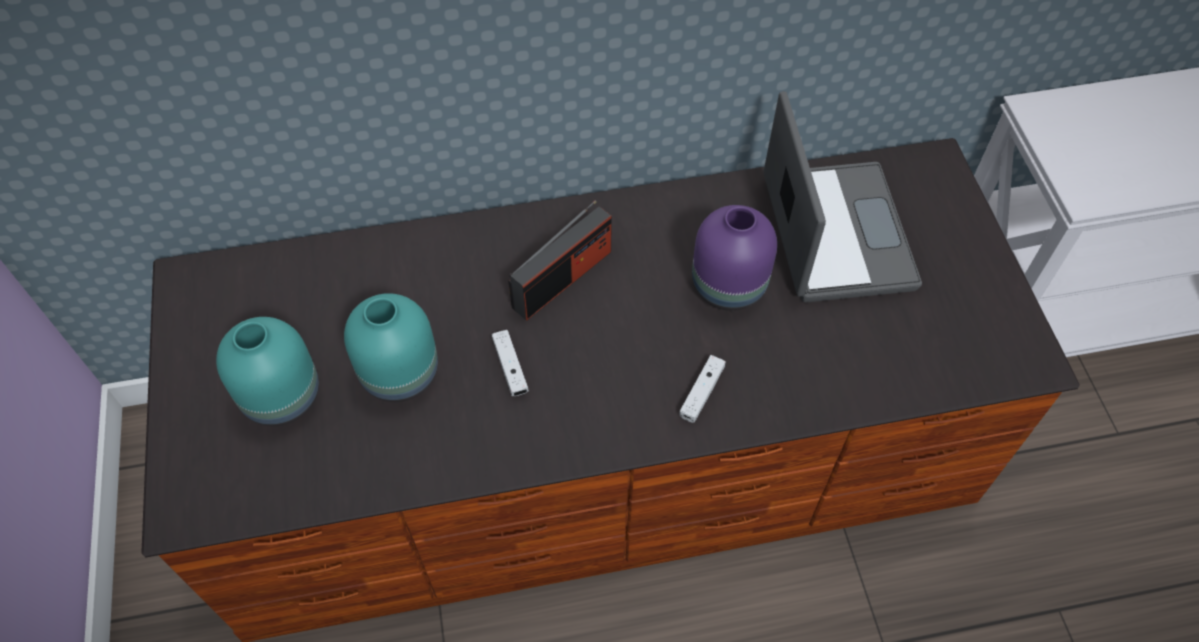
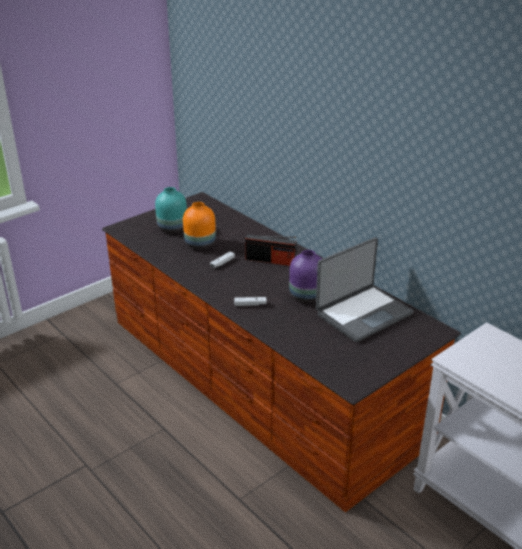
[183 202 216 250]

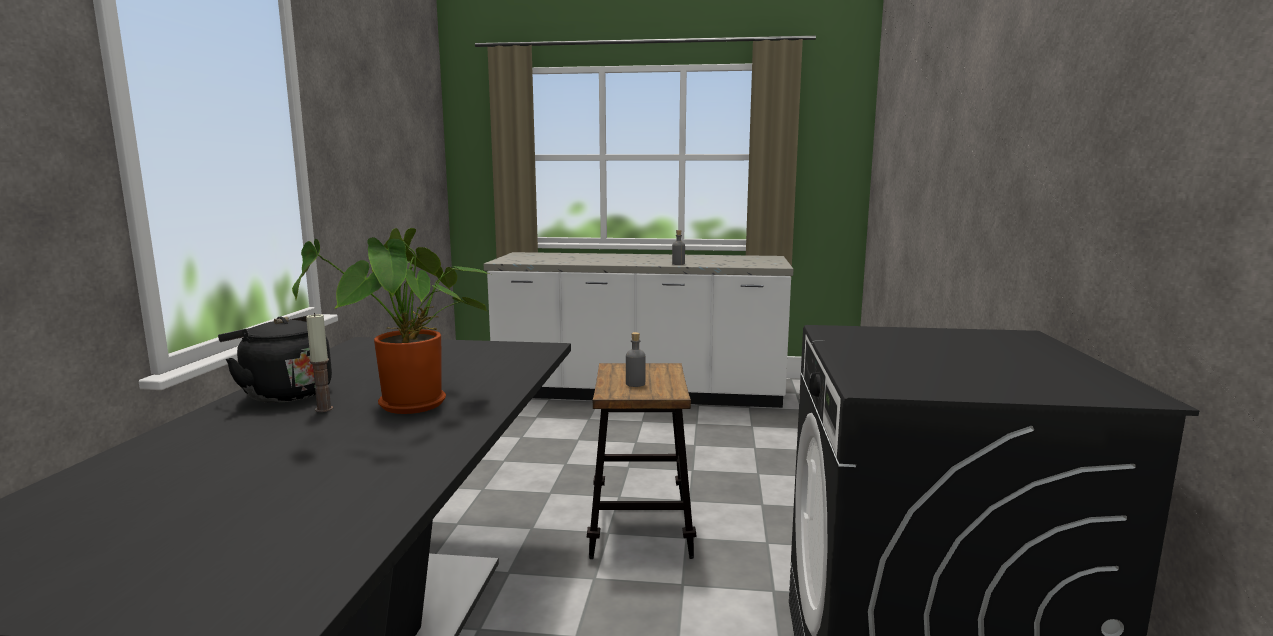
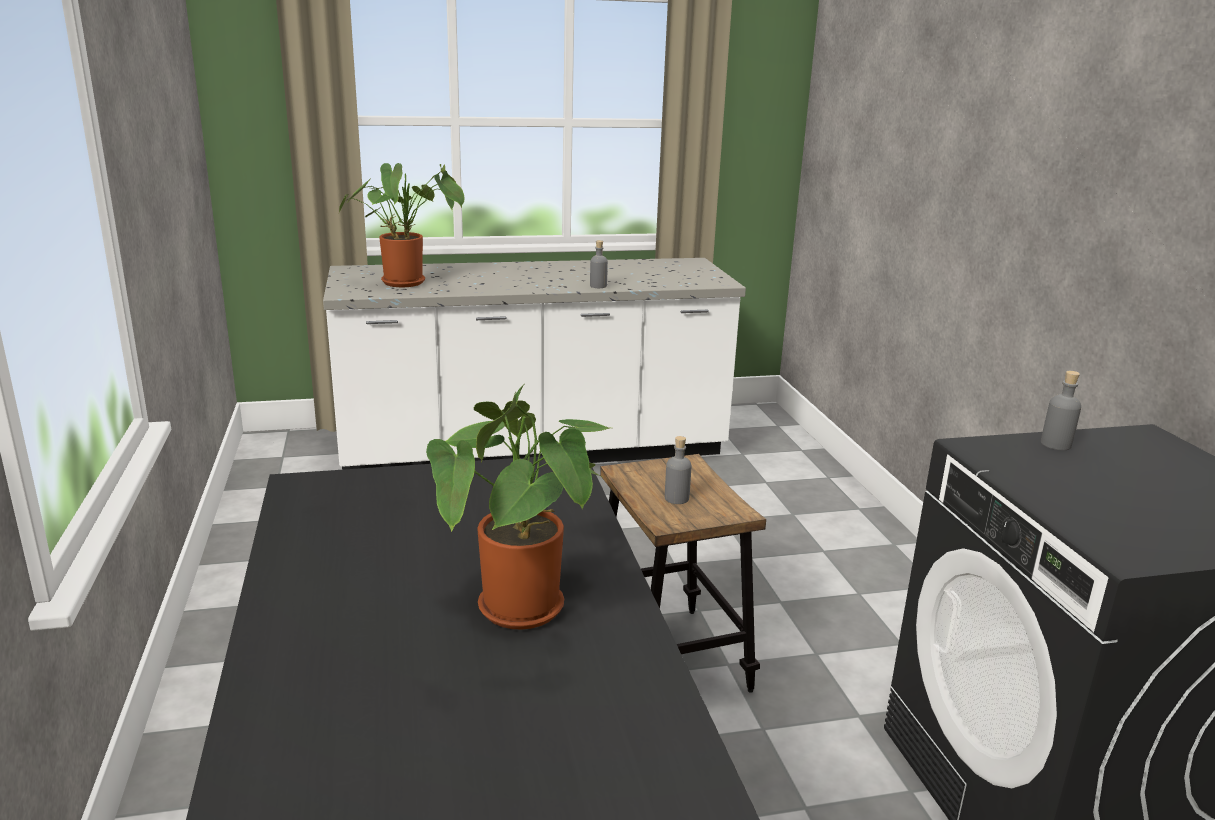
[218 316 332 403] (first image)
[306 313 333 412] (first image)
[339 163 465 287]
[1041 371 1081 450]

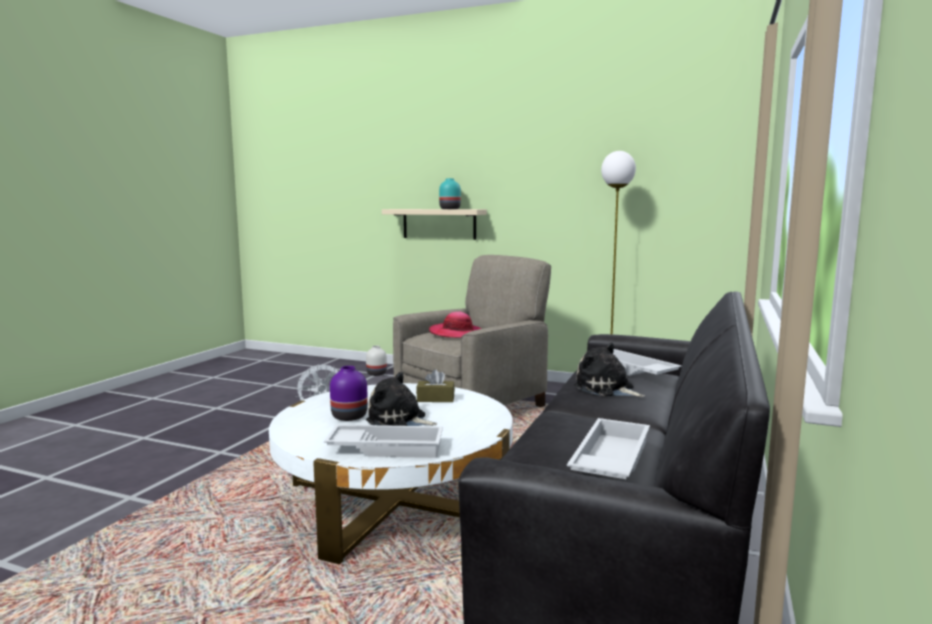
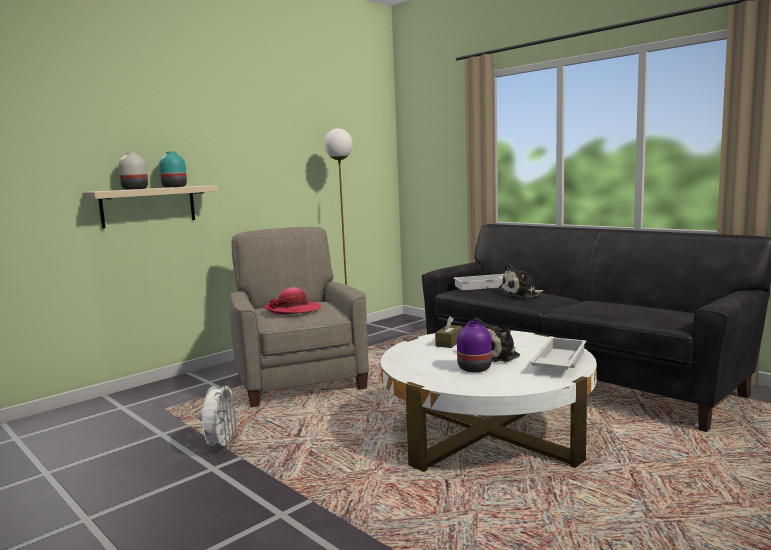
[567 418 650 479] (first image)
[118 152 148 190]

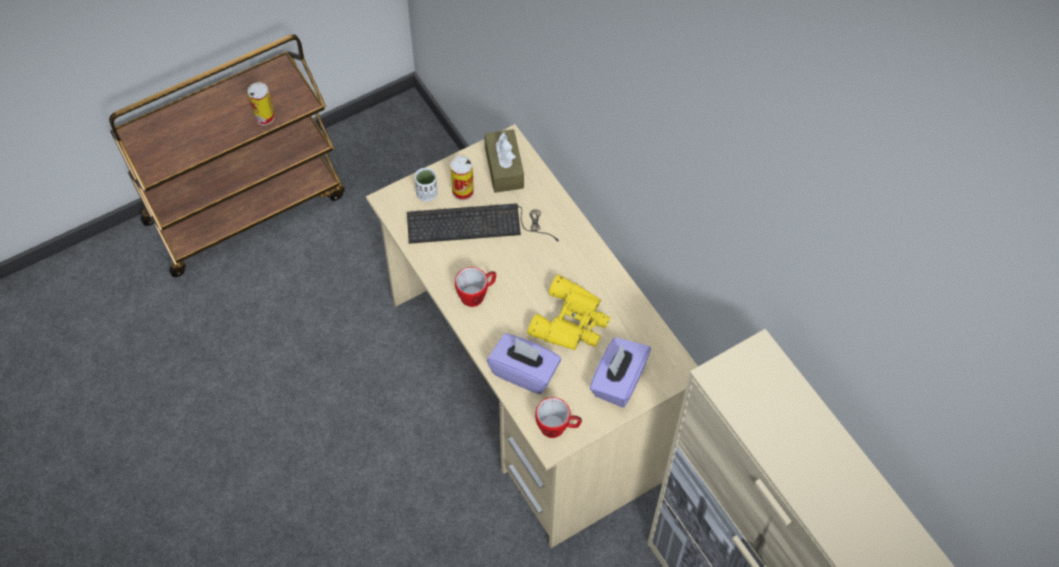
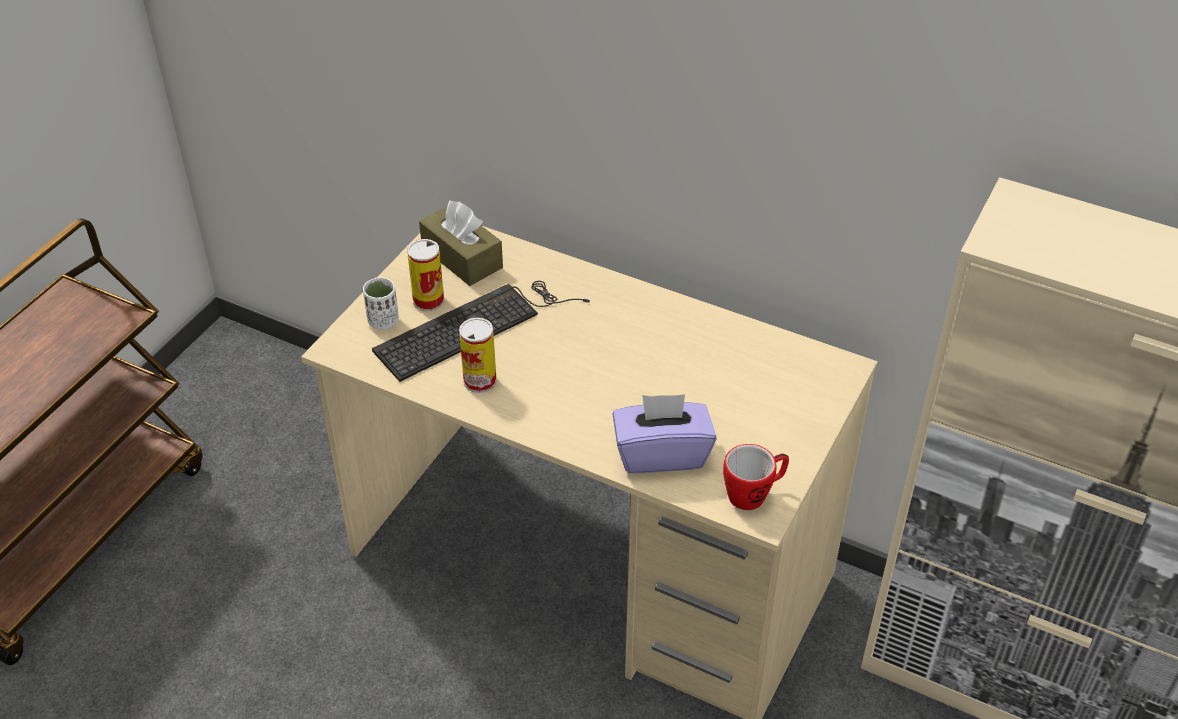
[455 267 496 307] (first image)
[527 274 610 350] (first image)
[589 337 651 408] (first image)
[459 318 497 393]

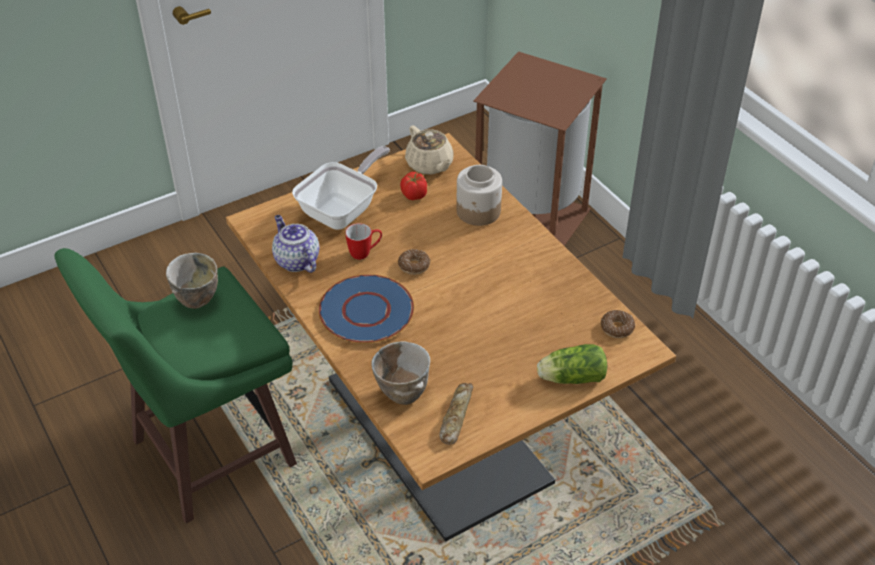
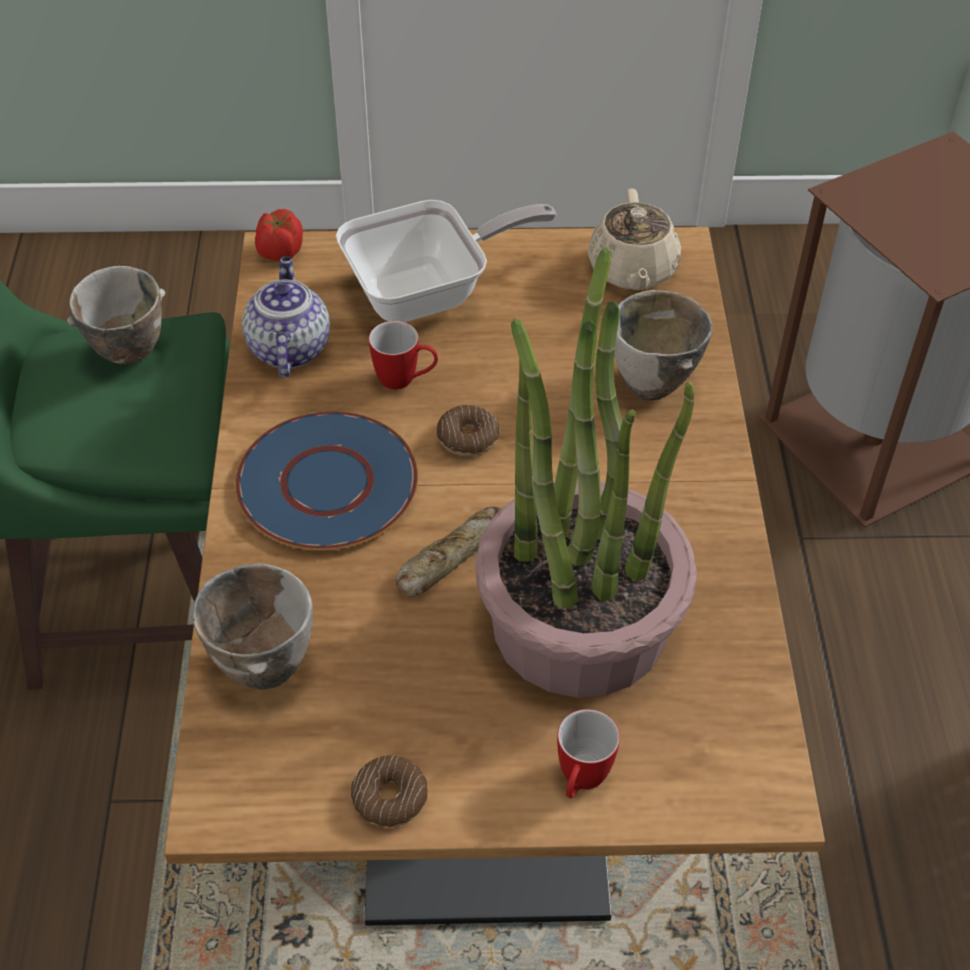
[475 247 697 698]
[255 209 303 262]
[396 507 501 597]
[351 755 428 827]
[614 290 713 401]
[557 709 620 798]

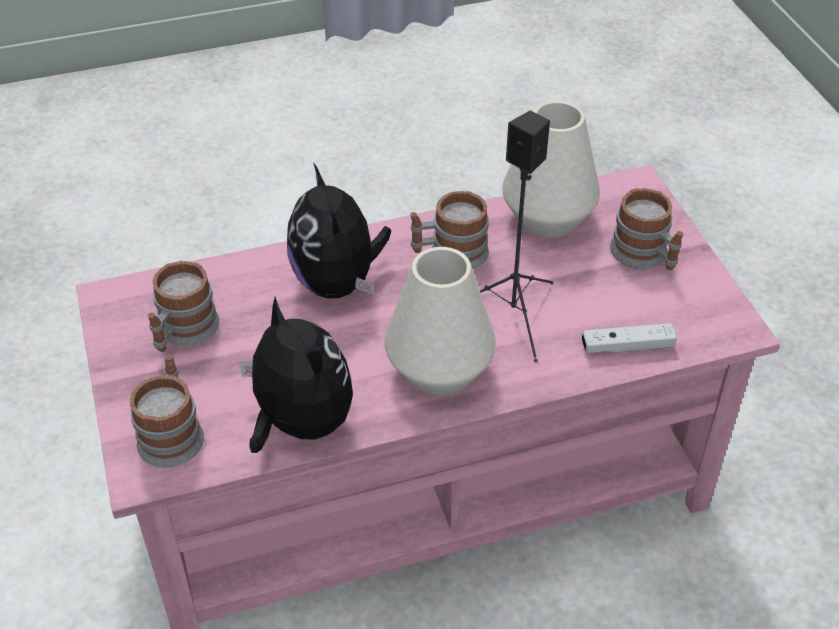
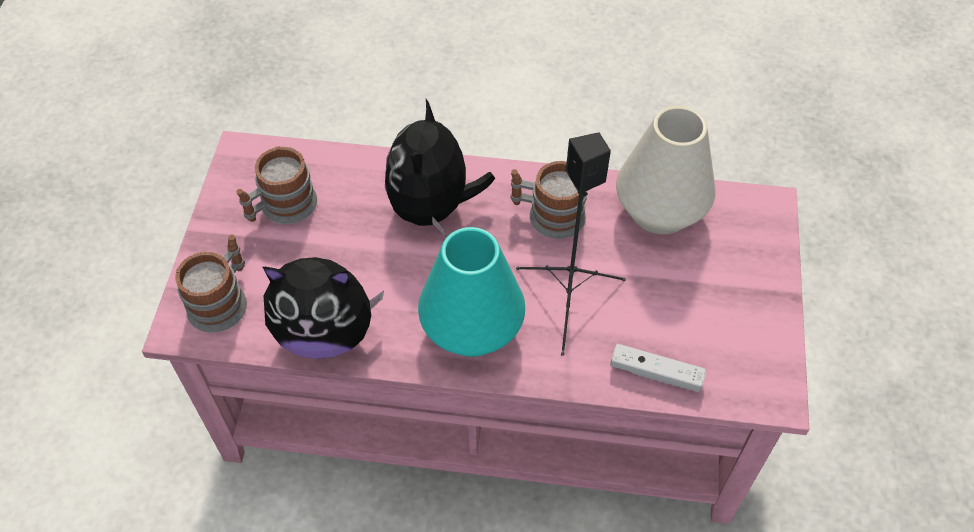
[610 188 683 270] (first image)
[418 227 525 357]
[263 257 384 359]

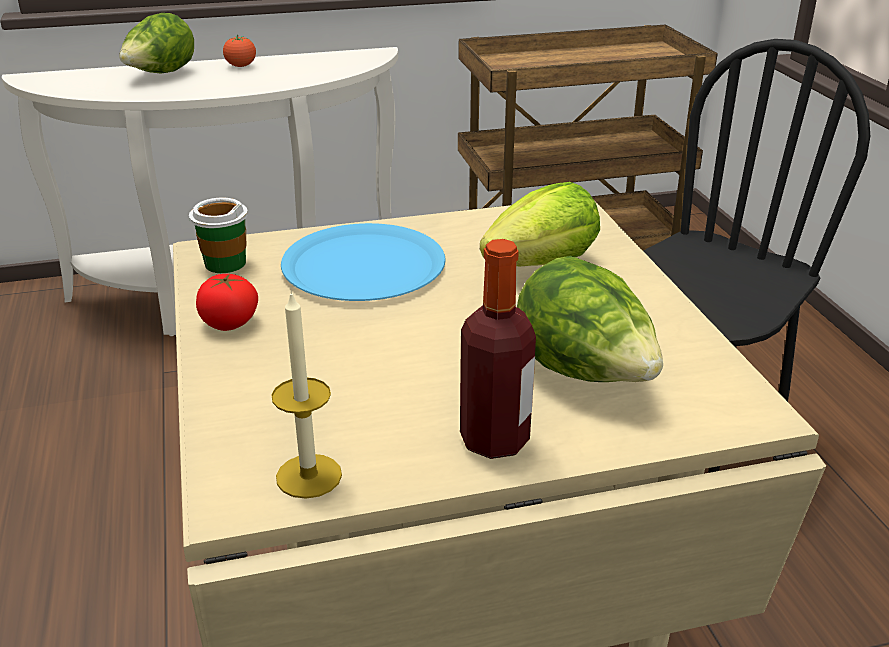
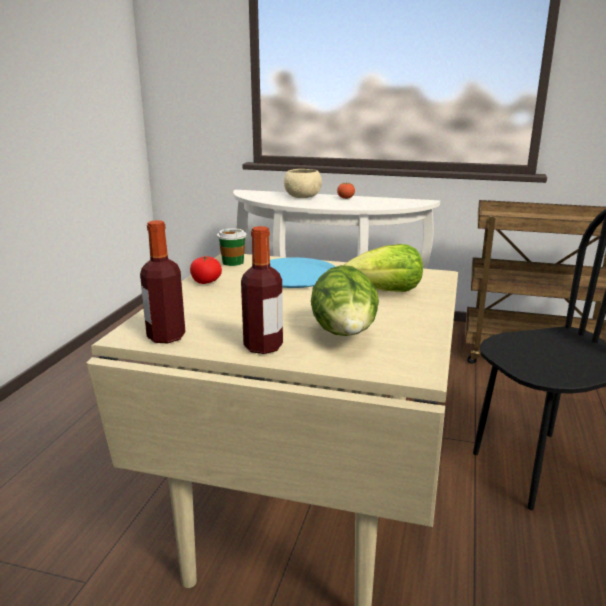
[284 169 322 198]
[140 220 185 343]

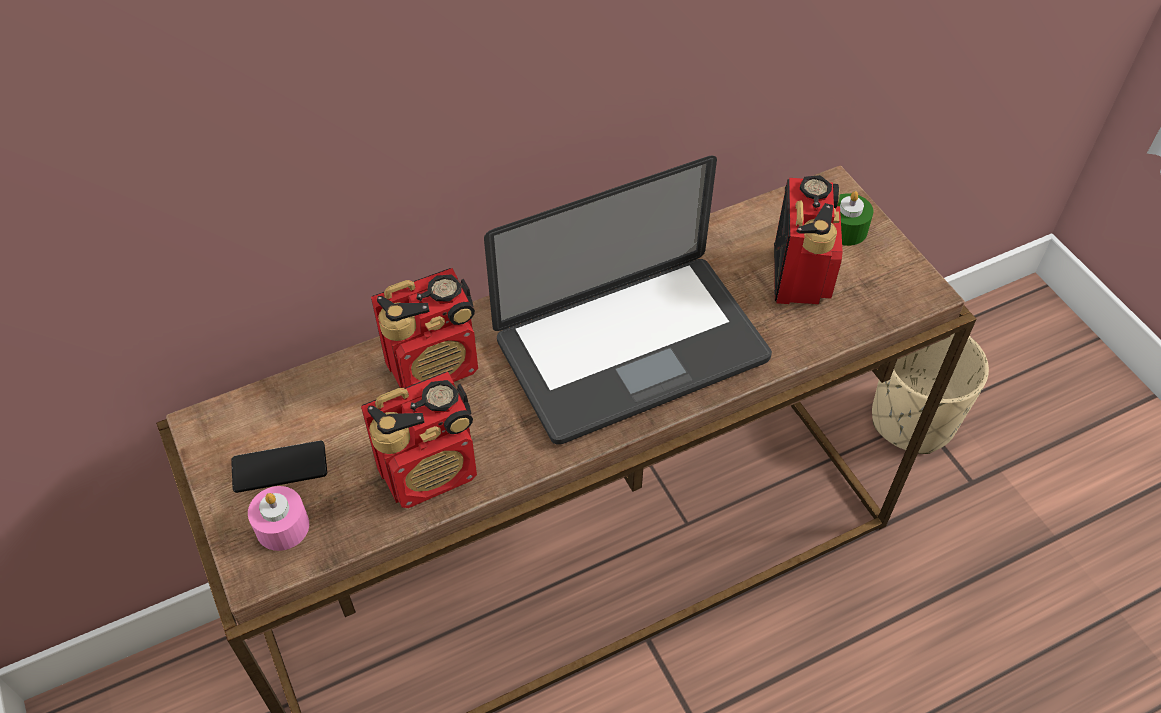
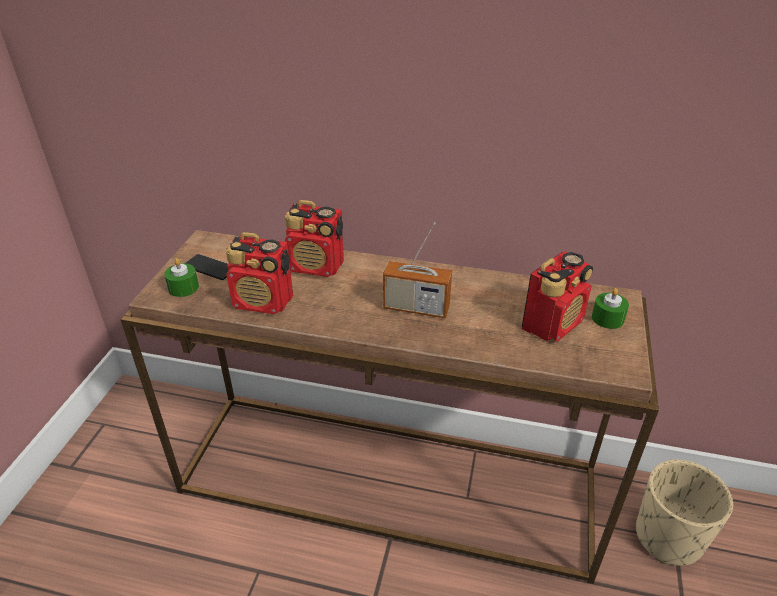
[383 222 452 318]
[164 258 199 297]

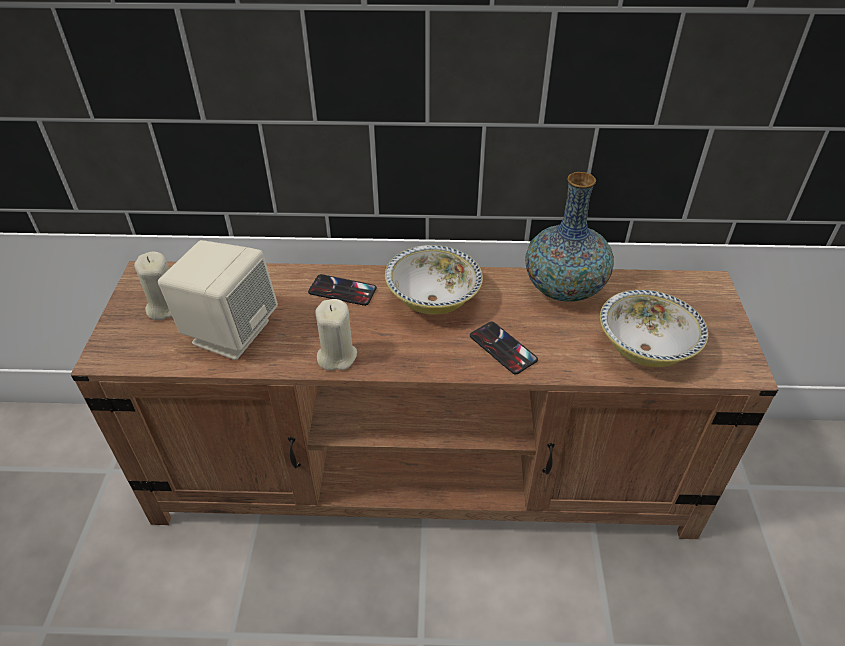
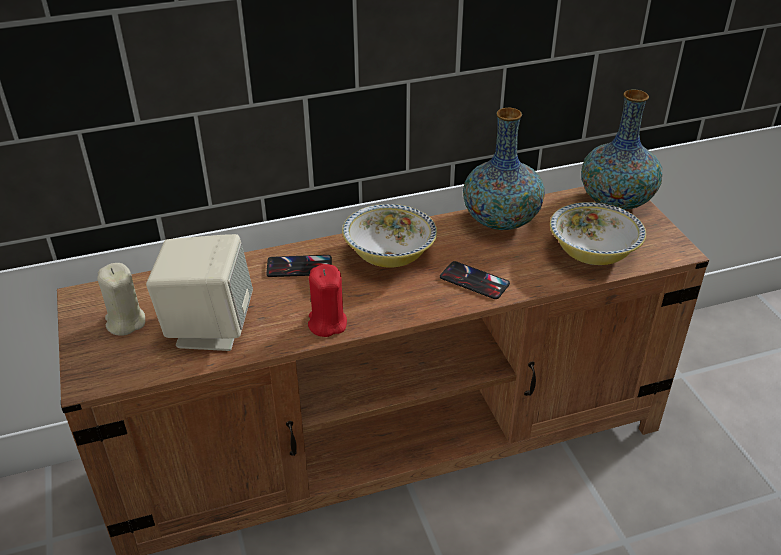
[581 89 663 210]
[308 264 347 337]

